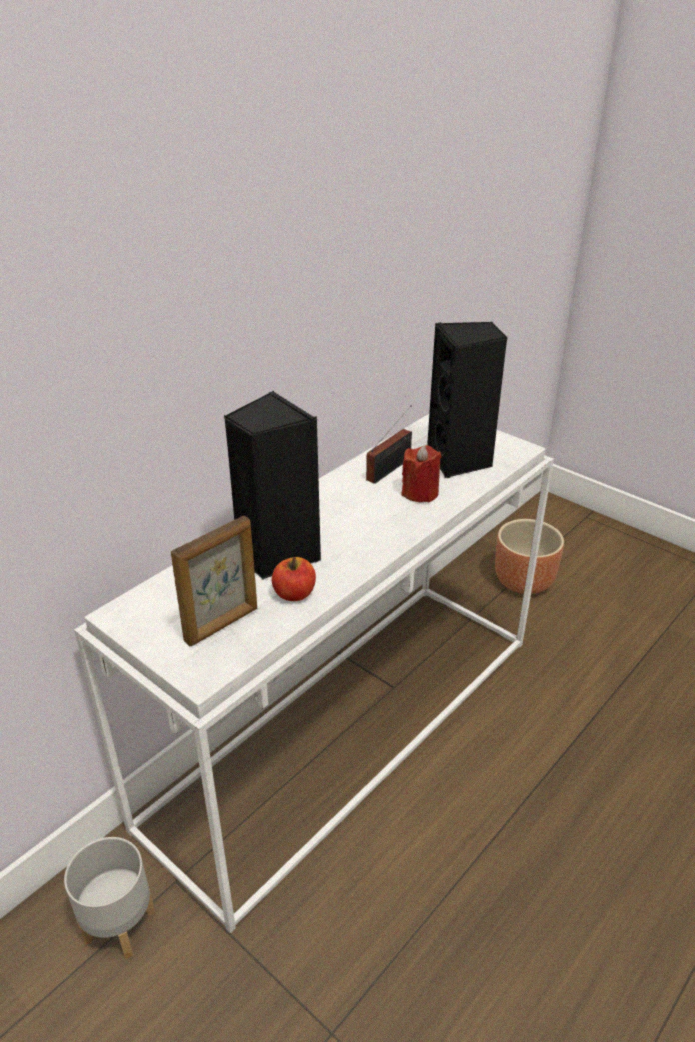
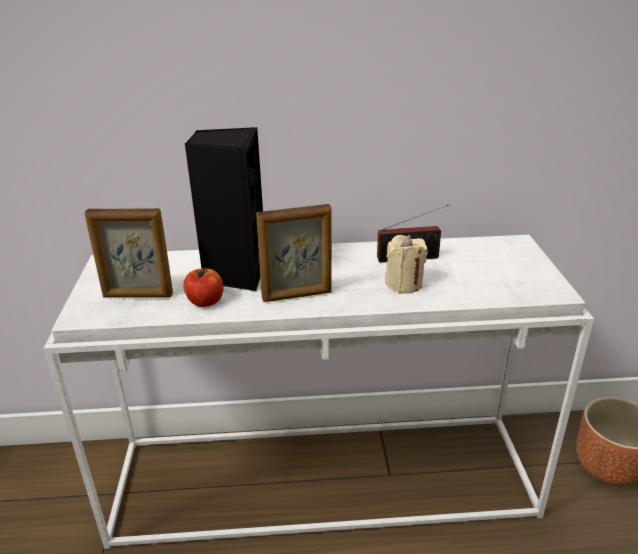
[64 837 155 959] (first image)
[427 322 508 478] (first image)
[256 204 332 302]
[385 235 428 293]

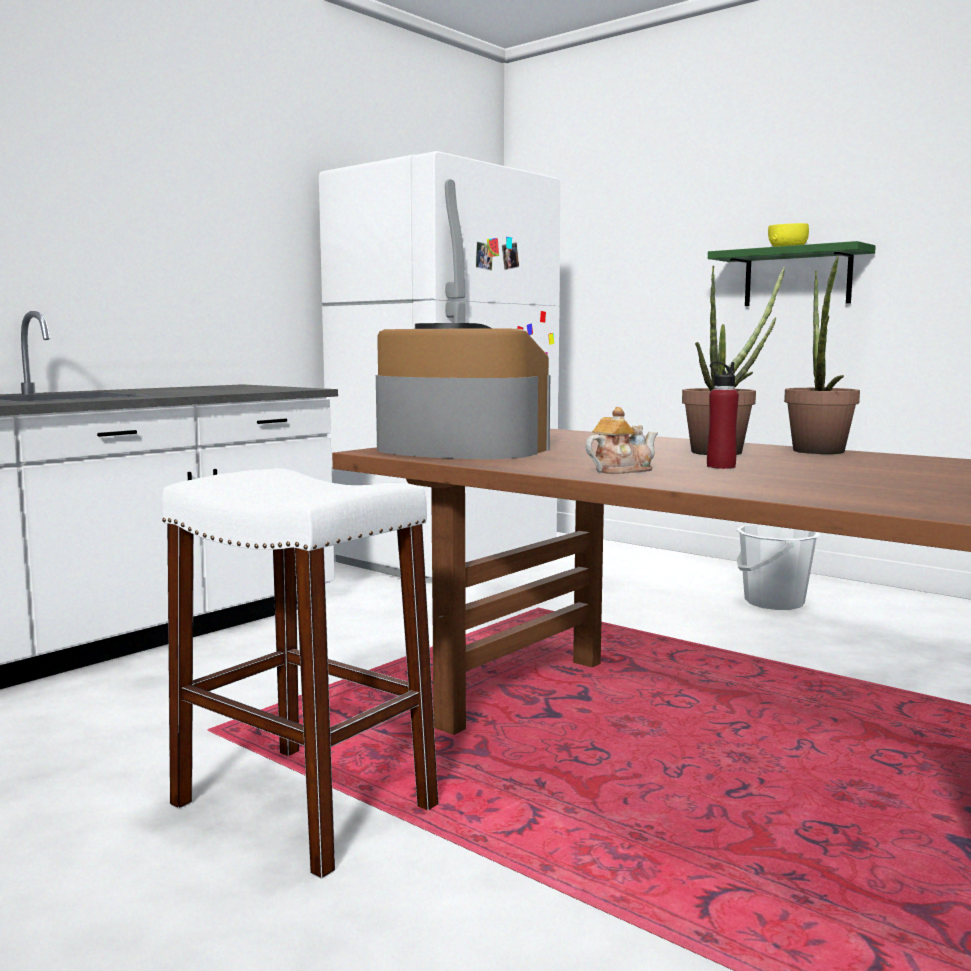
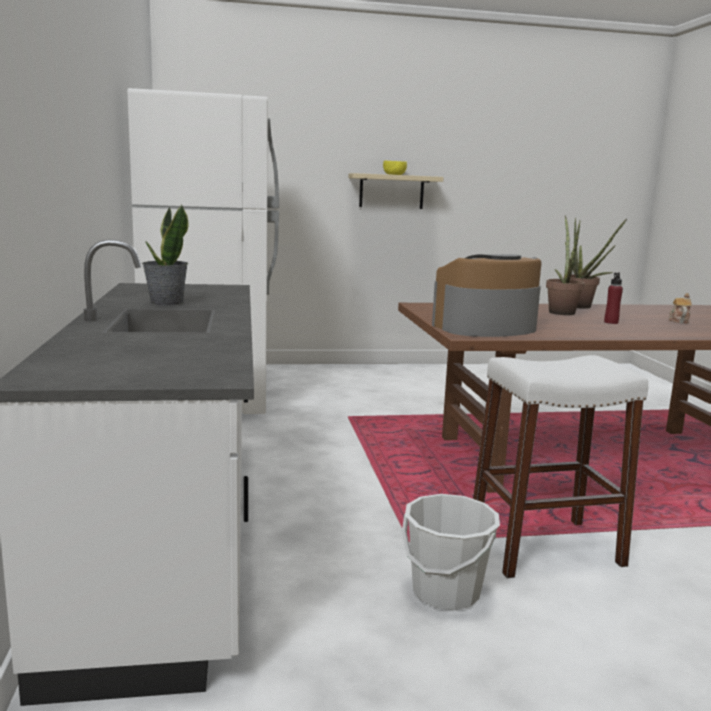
[142 205 189 306]
[668 293 692 324]
[402 494 500 610]
[348 173 444 209]

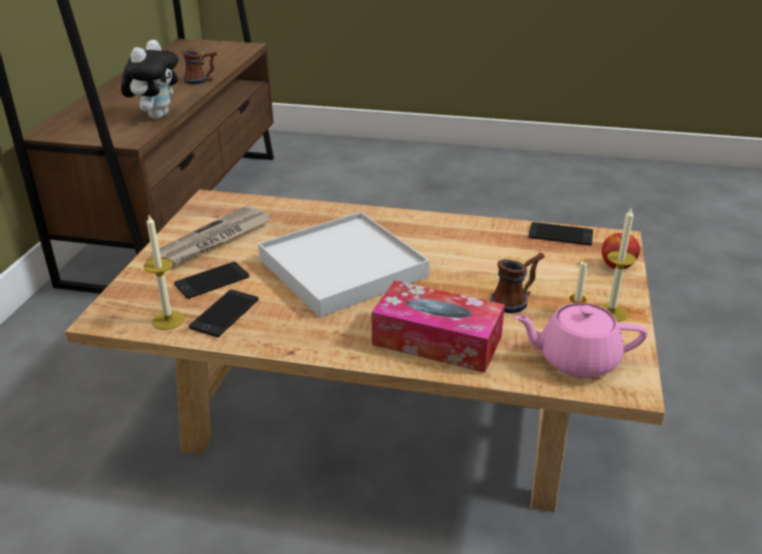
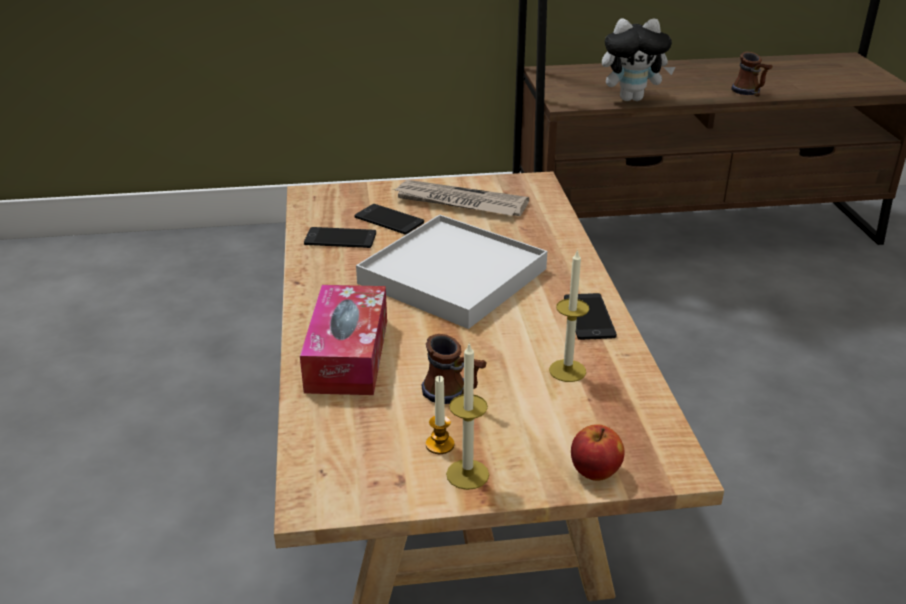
[514 303 647 378] (first image)
[549 249 589 382]
[564 293 617 340]

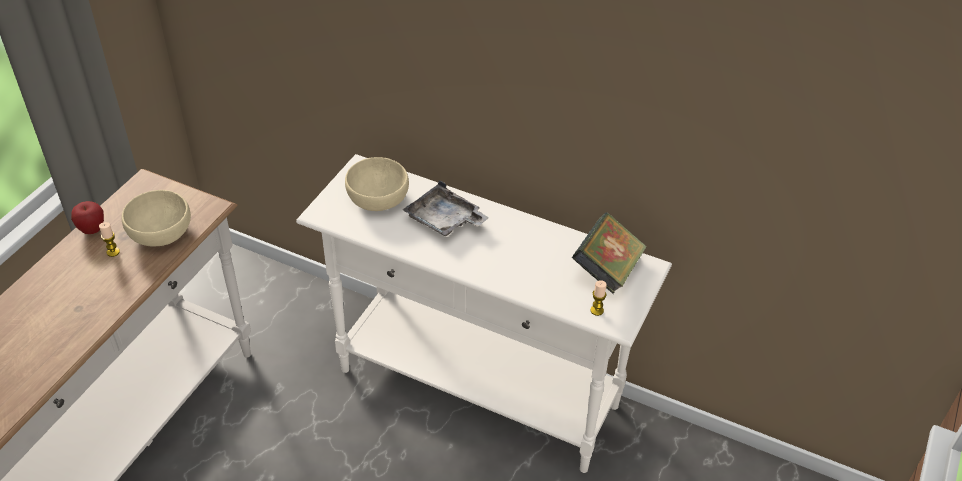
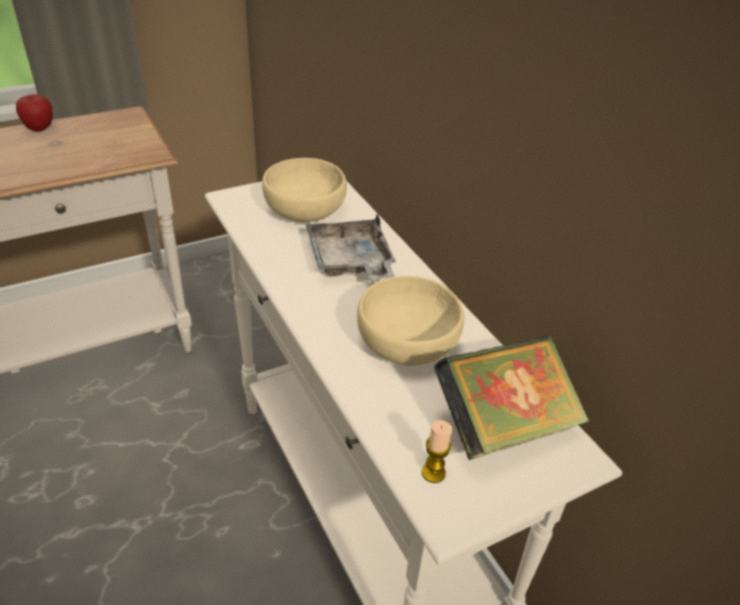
[99 222 120 257] (first image)
[357 276 464 366]

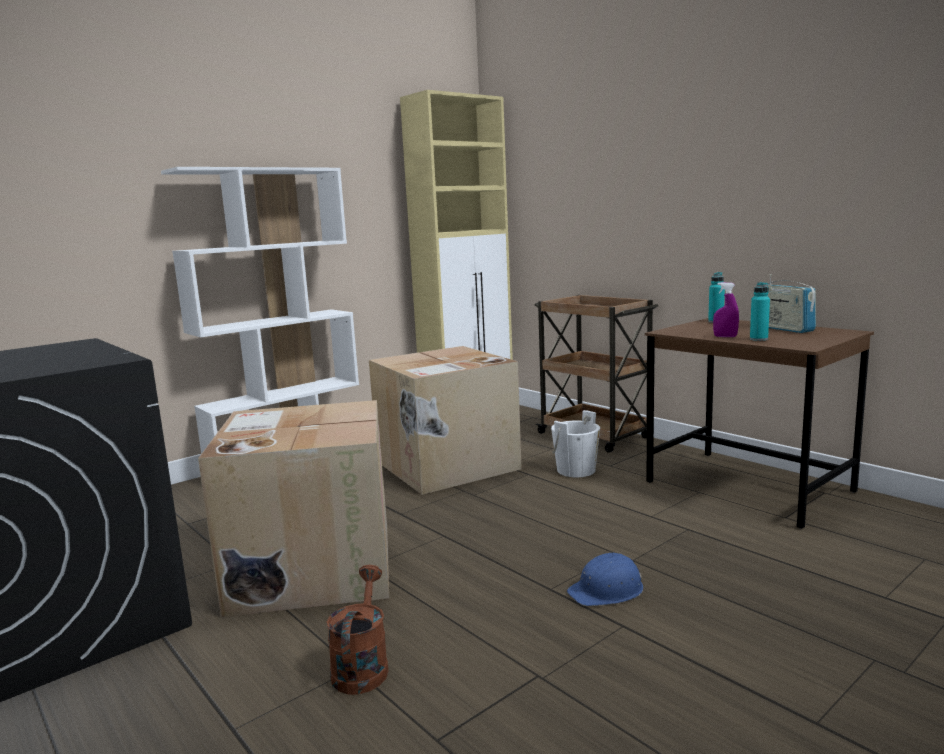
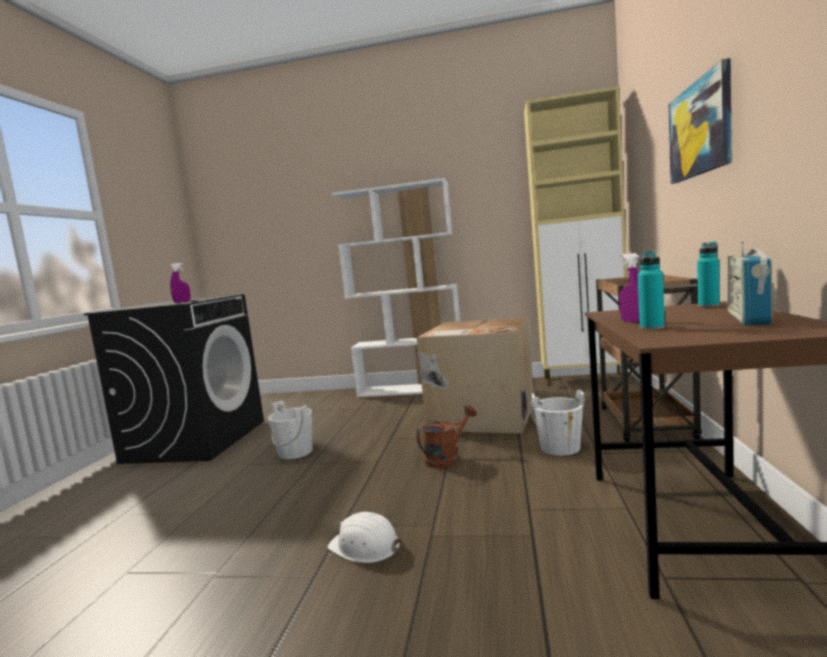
[170 263 191 303]
[668 58 732 184]
[417 405 477 468]
[268 400 313 459]
[328 512 402 563]

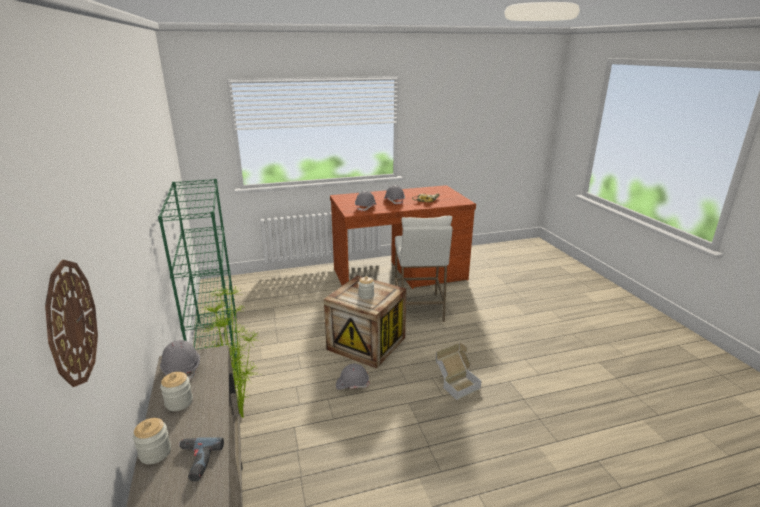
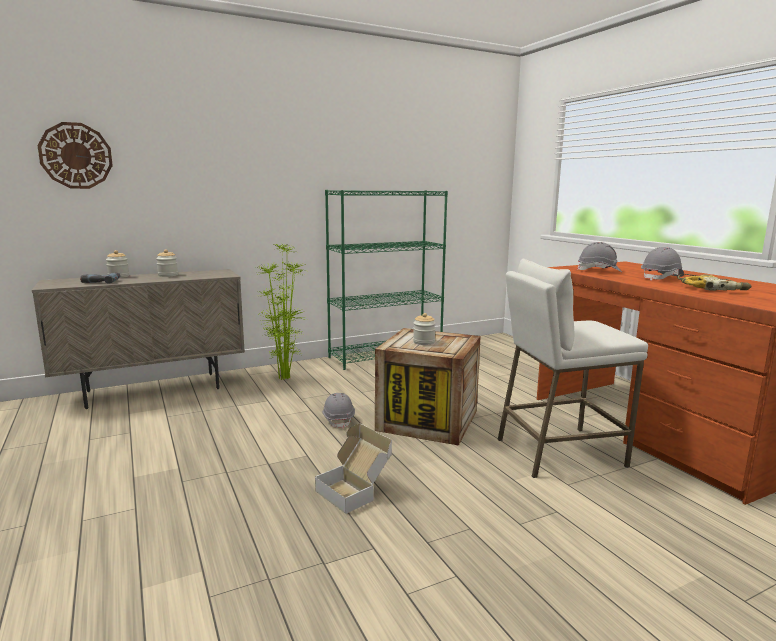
[160 340 200 380] (first image)

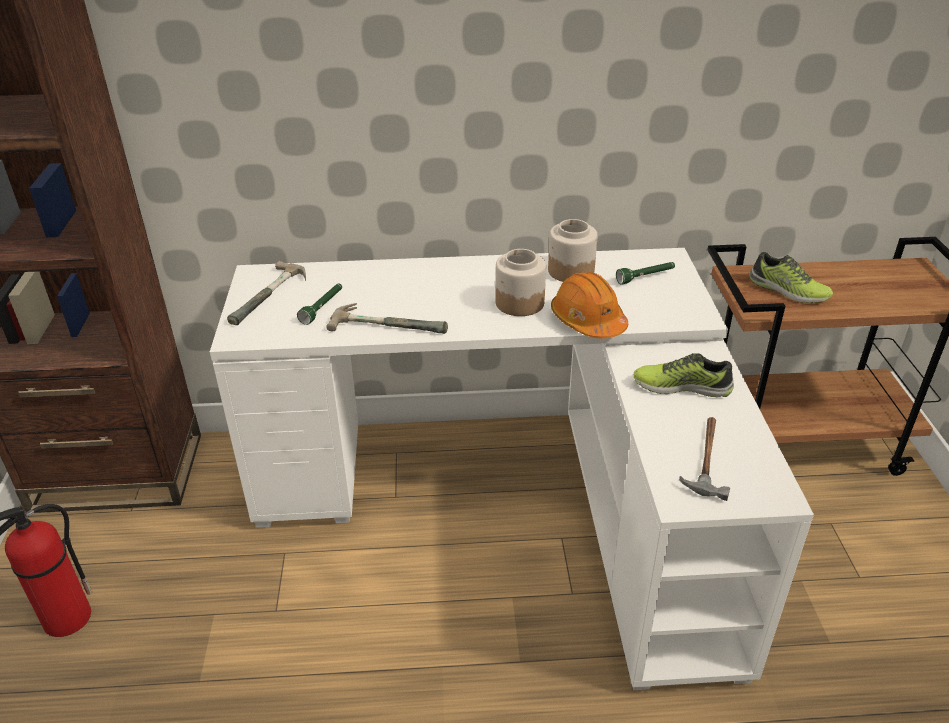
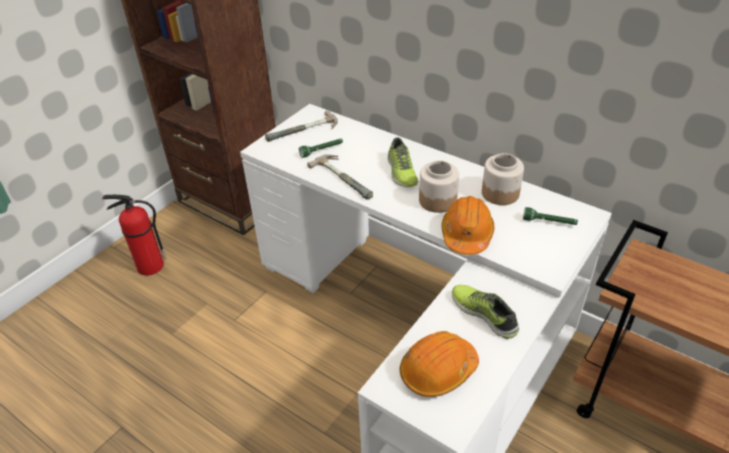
[388 138 418 187]
[400 331 479 397]

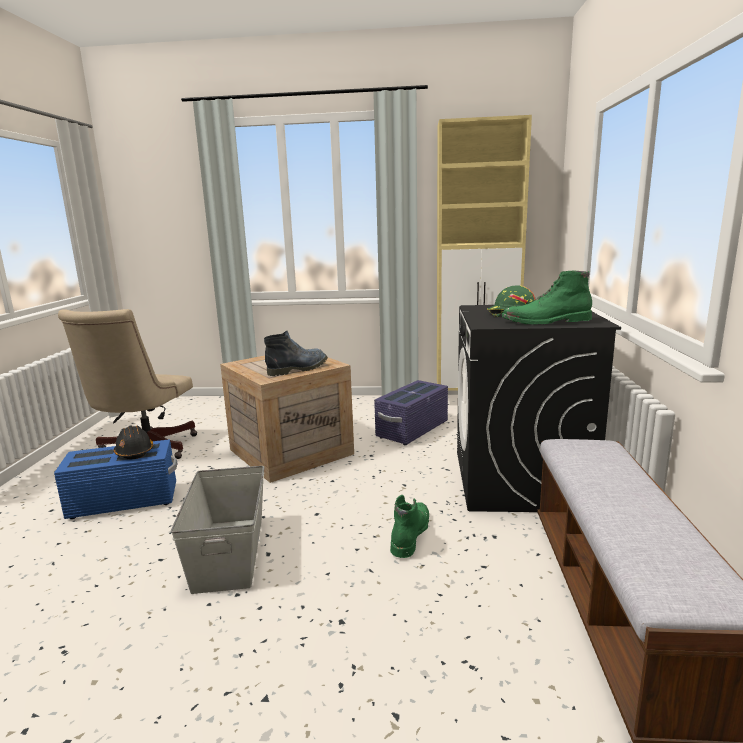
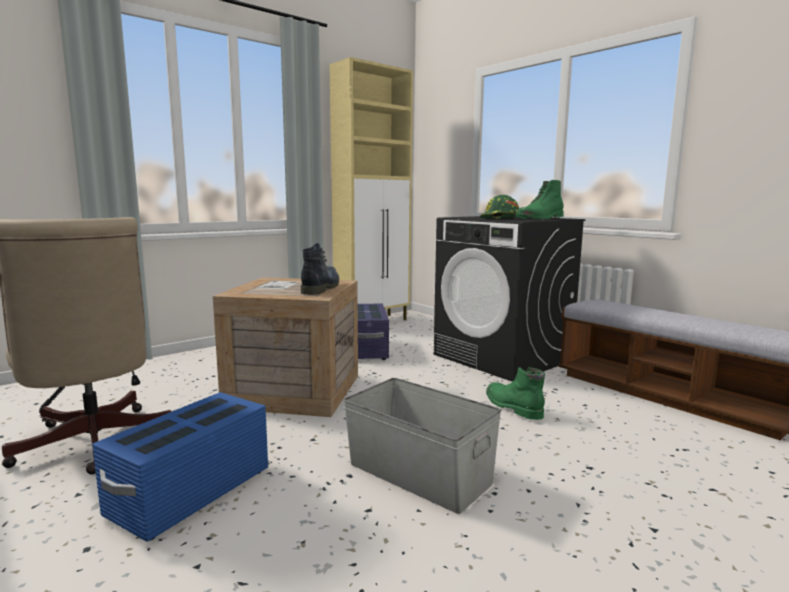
[114 425 153 459] (first image)

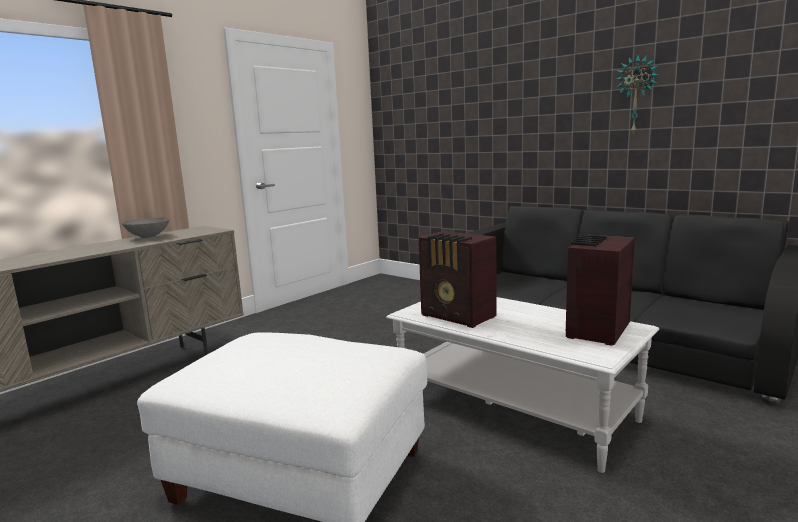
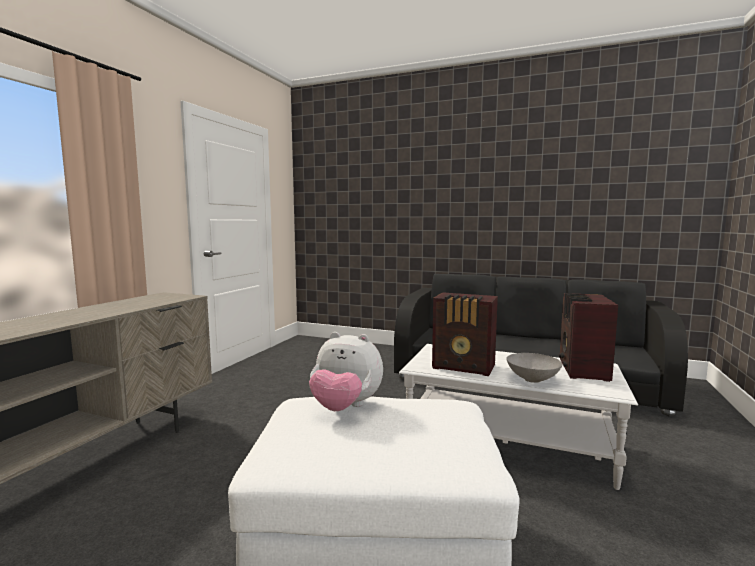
[615 55 659 135] (first image)
[309 332 383 411]
[506 353 562 383]

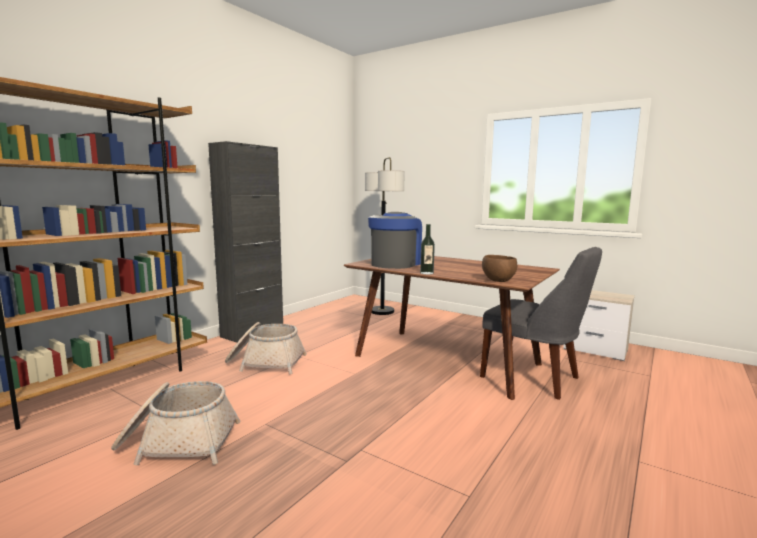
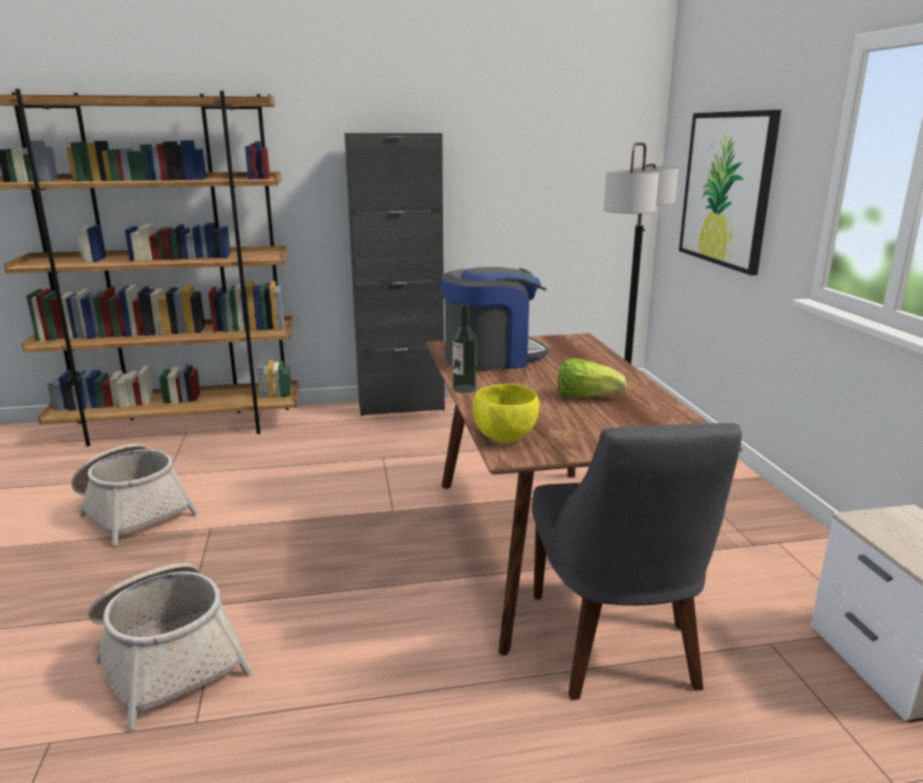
[558 358 626 398]
[679 110 781 275]
[88 563 253 730]
[472 384 539 443]

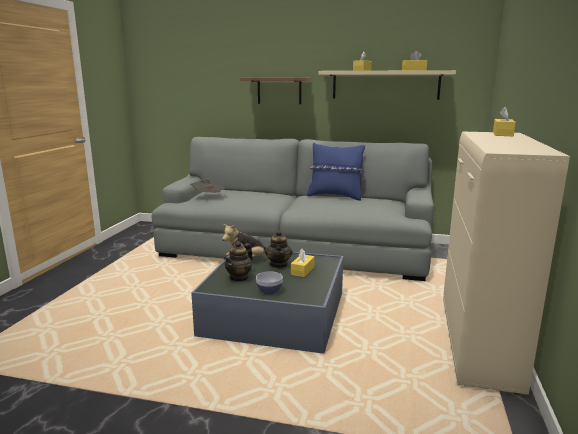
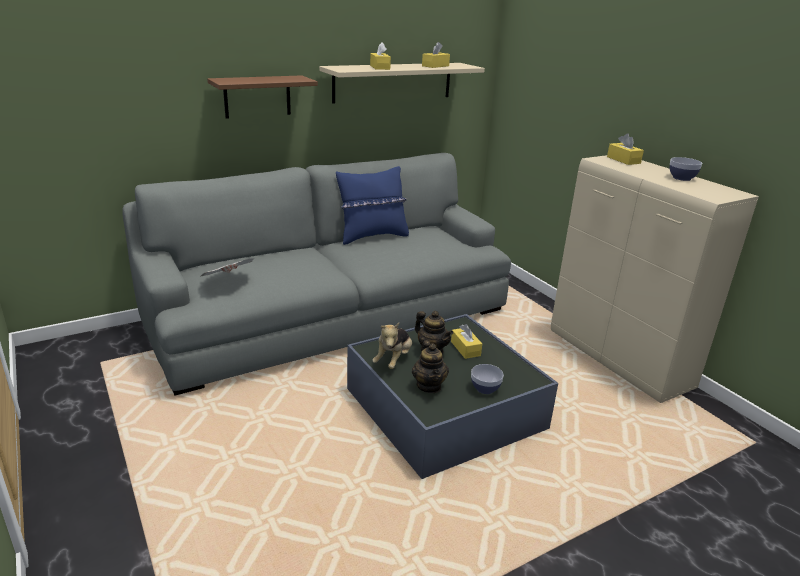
[670 157 702 181]

